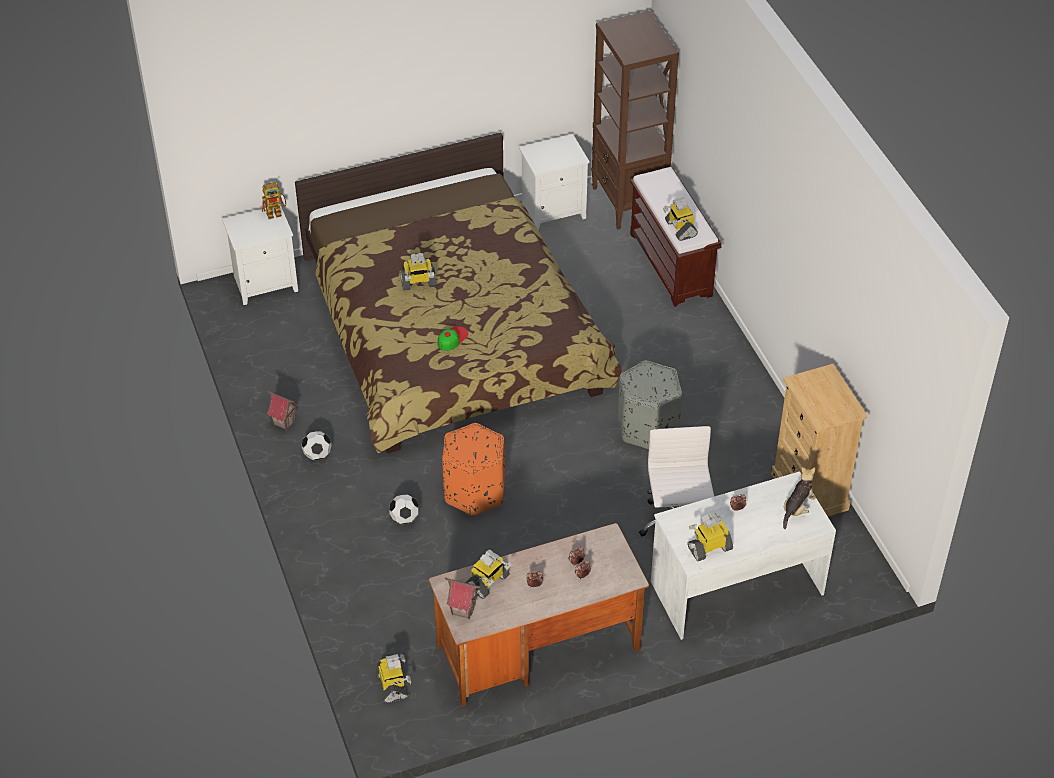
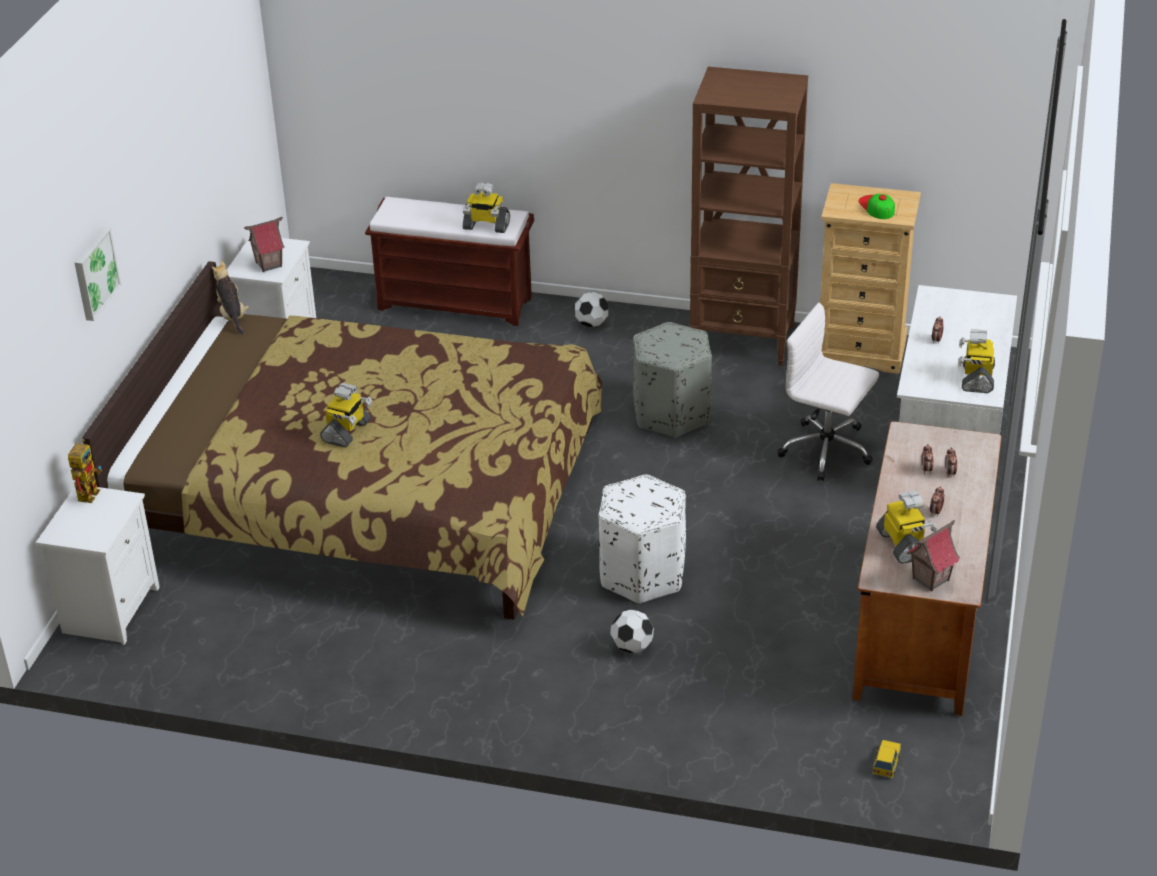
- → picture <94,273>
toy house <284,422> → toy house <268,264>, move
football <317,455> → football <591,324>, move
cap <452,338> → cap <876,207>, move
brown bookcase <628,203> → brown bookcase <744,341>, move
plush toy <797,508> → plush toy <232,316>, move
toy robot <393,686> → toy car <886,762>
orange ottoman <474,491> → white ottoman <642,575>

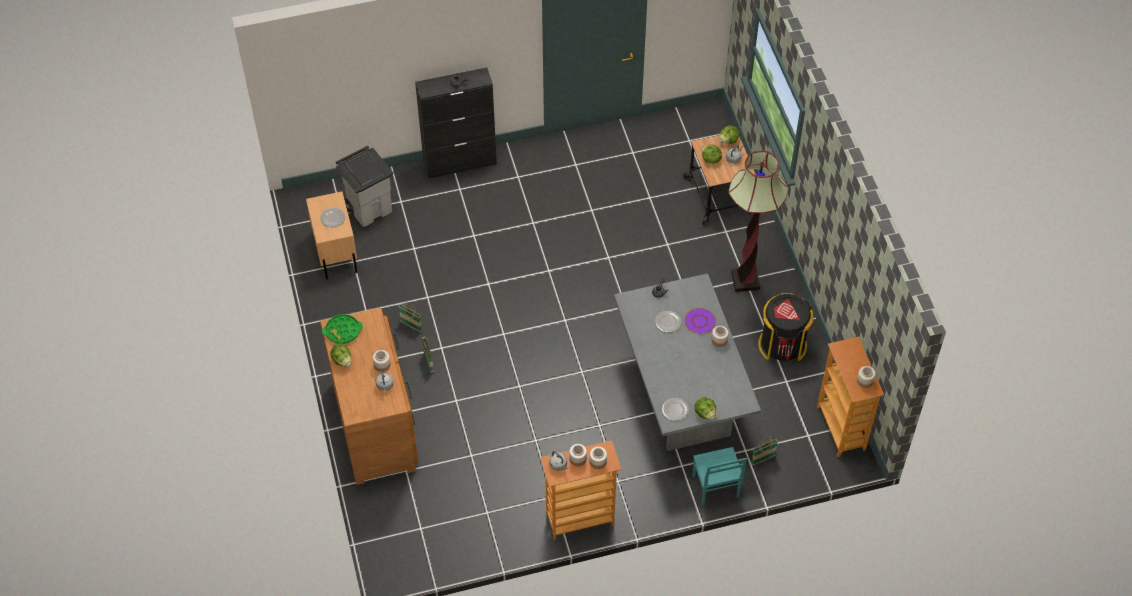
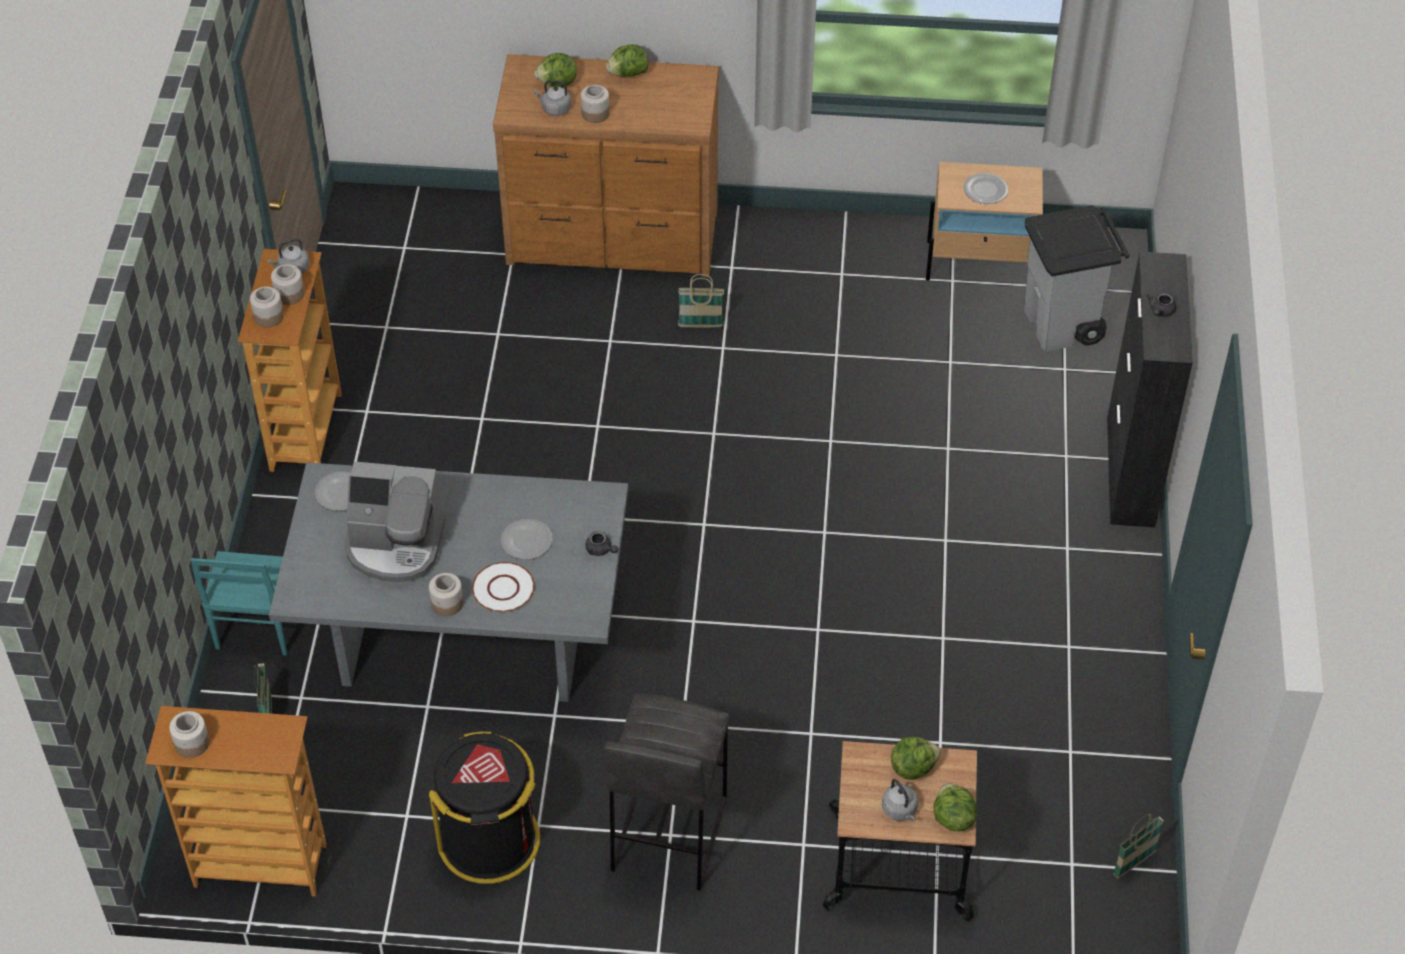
green tray <343,331> → -
- → coffee machine <395,546>
basket <411,326> → basket <1134,863>, move
lettuce <705,413> → lettuce <558,84>, move
floor lamp <745,280> → grey stool <667,834>
purple plate <700,321> → white plate <503,589>
turquoise chair <715,487> → turquoise chair <256,628>, 90 degrees counterclockwise

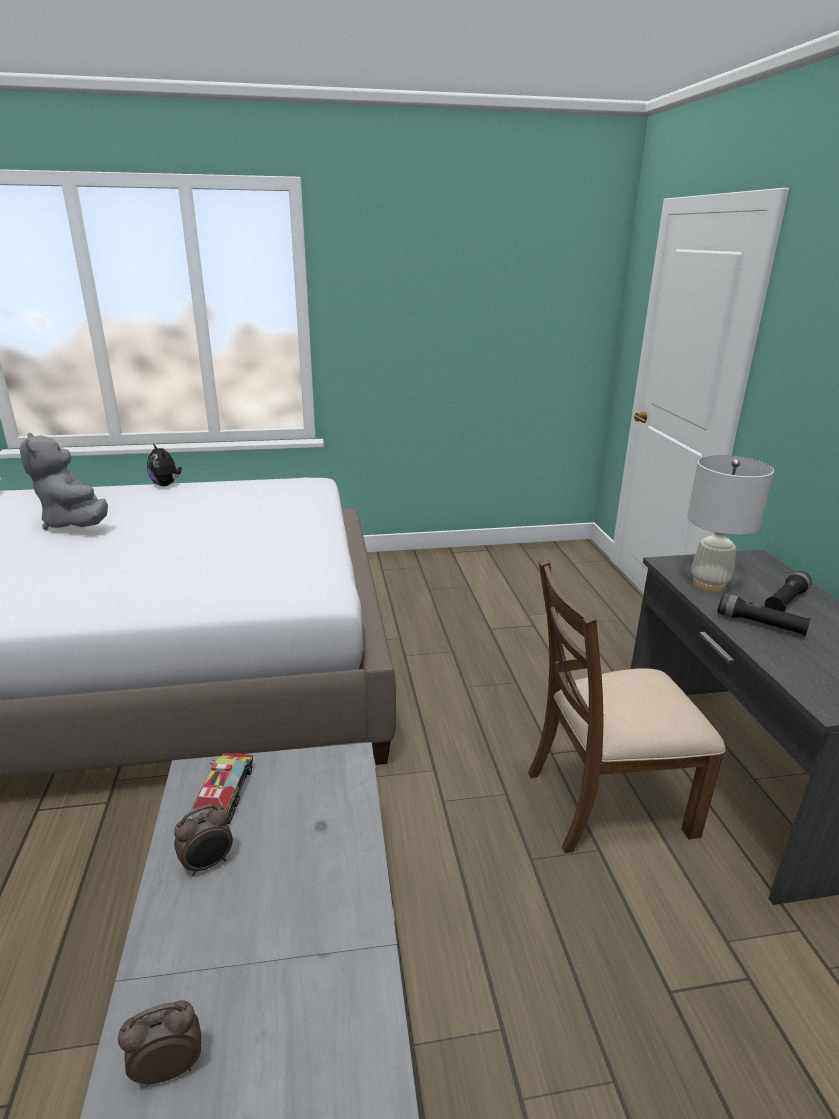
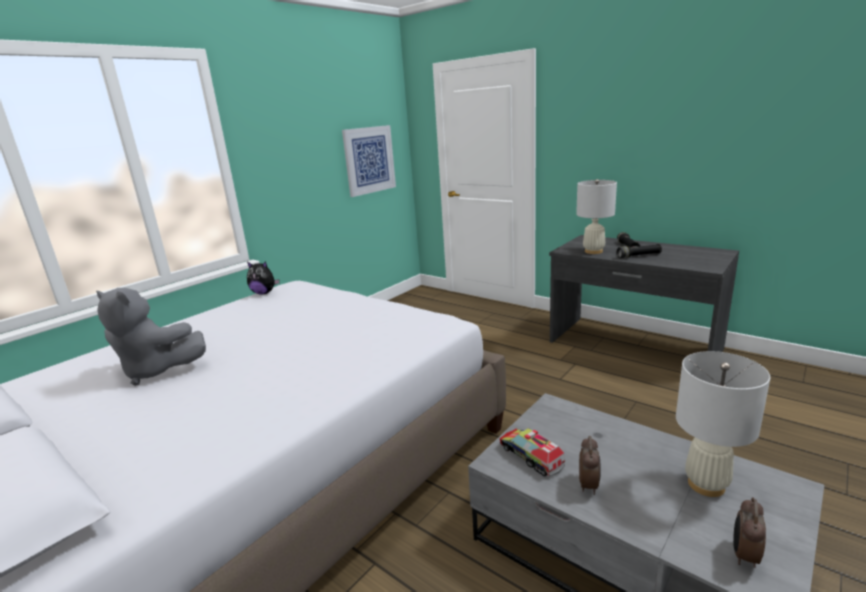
brown chair <606,801> → -
- → picture <369,160>
- → white table lamp <706,484>
plush toy <166,485> → plush toy <264,293>, move

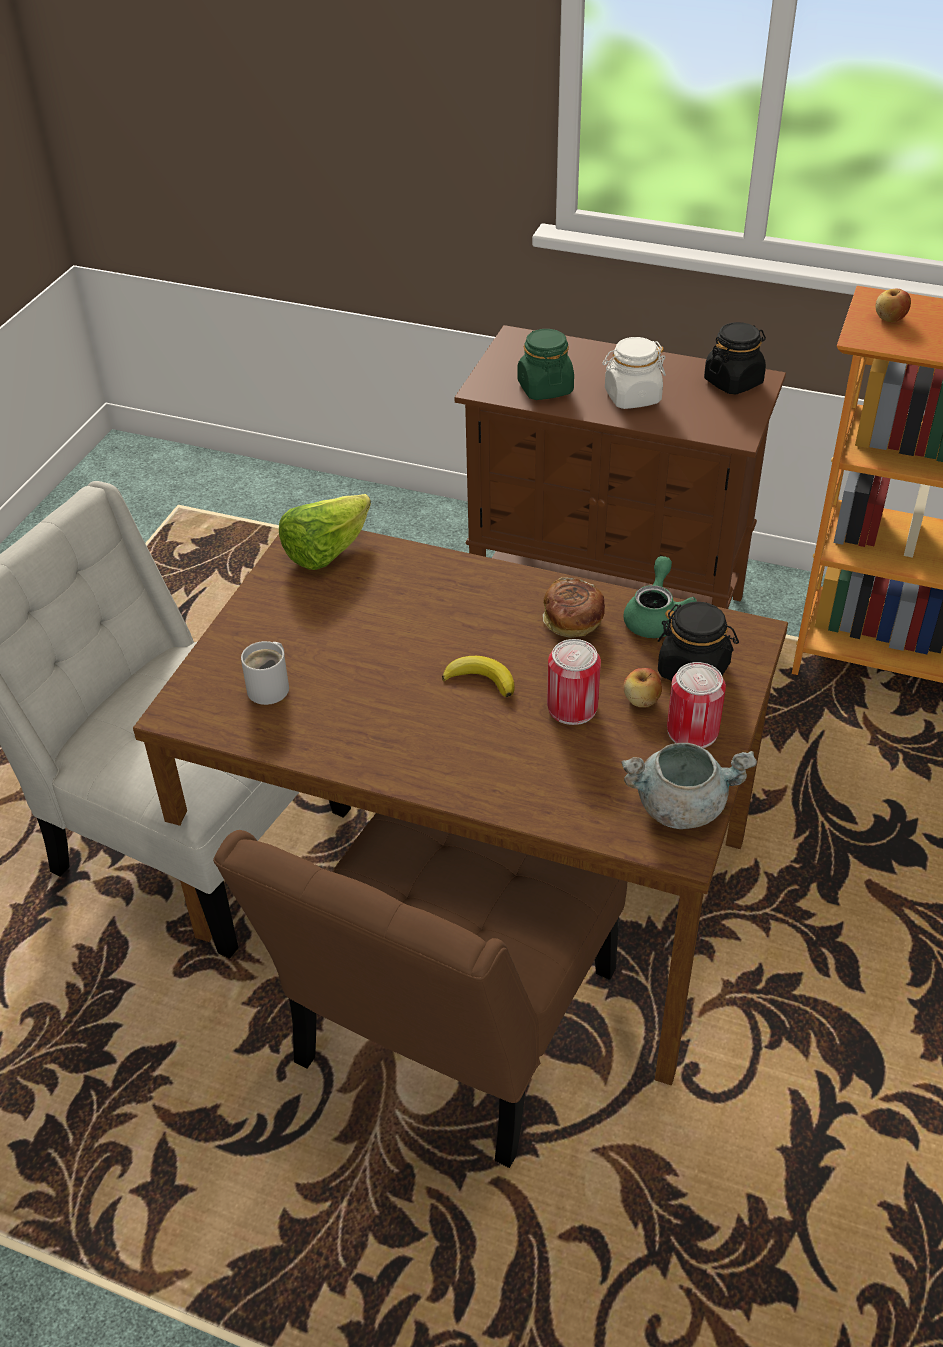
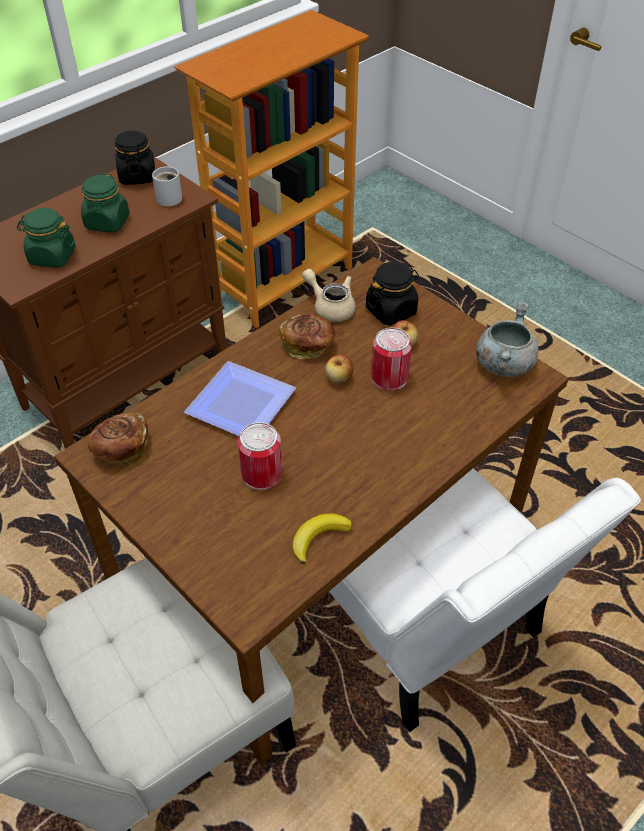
- → plate <240,401>
white mug <271,687> → white mug <168,197>, move
banana <481,680> → banana <318,538>, move
can <692,731> → can <261,474>, move
apple <890,319> → apple <339,379>, move
lettuce <326,551> → bread <121,449>
brown chair <447,1032> → white chair <427,625>
white jar <632,397> → green jar <107,222>
green teapot <655,617> → beige teapot <330,307>

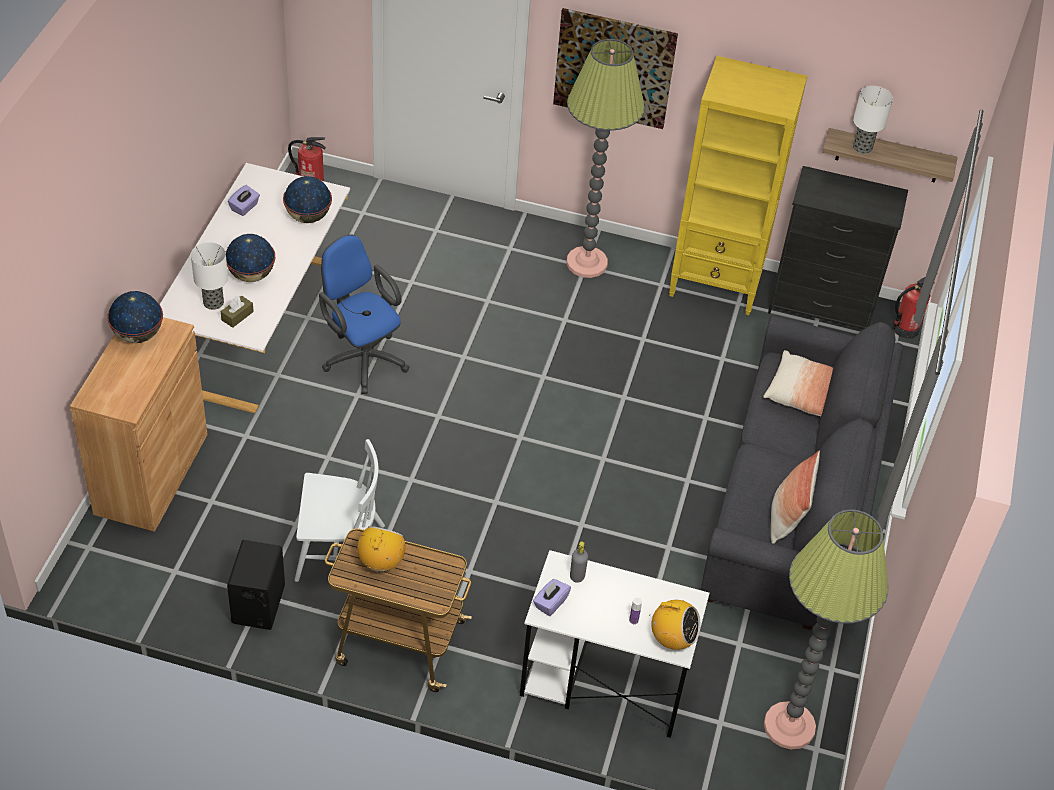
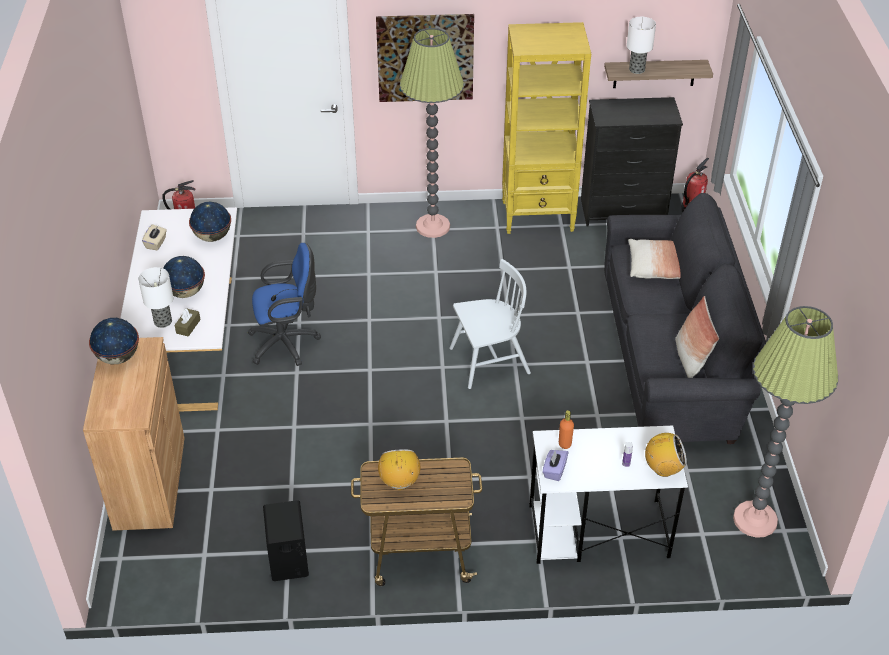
white chair <339,552> → white chair <489,361>, move
purple tissue box <244,207> → beige tissue box <156,243>
grey bottle <577,576> → orange bottle <565,444>
blue office chair <362,358> → blue office chair <287,343>, 135 degrees clockwise

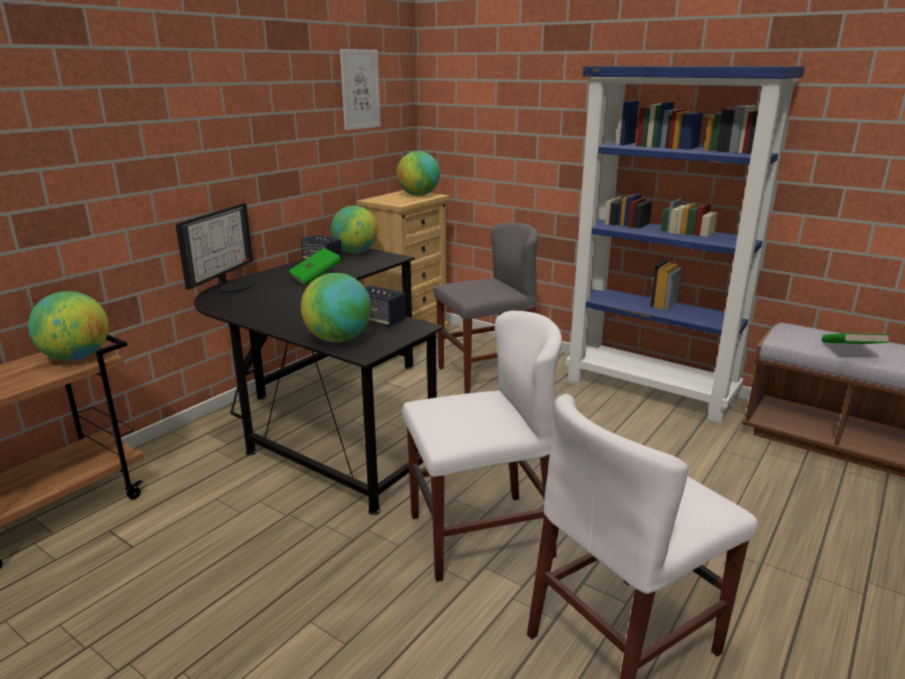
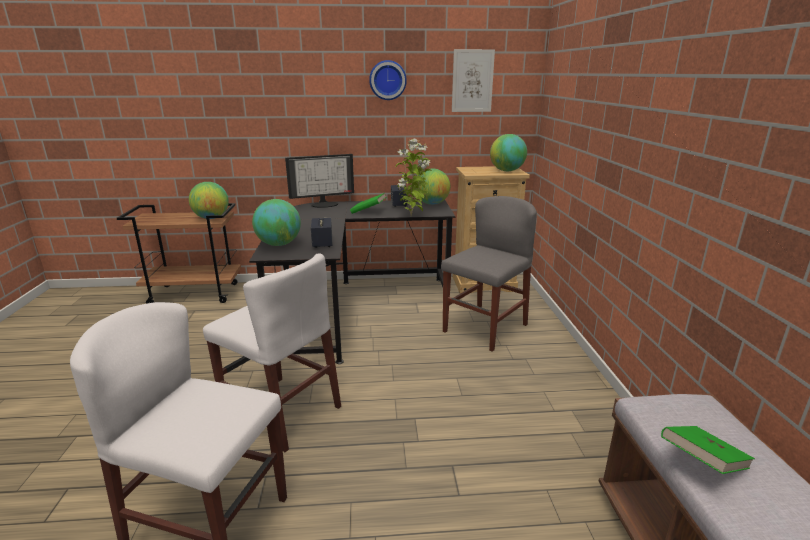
blue bookcase <650,390> → -
- → wall clock <387,80>
- → potted plant <412,216>
grey chair <486,373> → grey chair <485,328>, 75 degrees counterclockwise

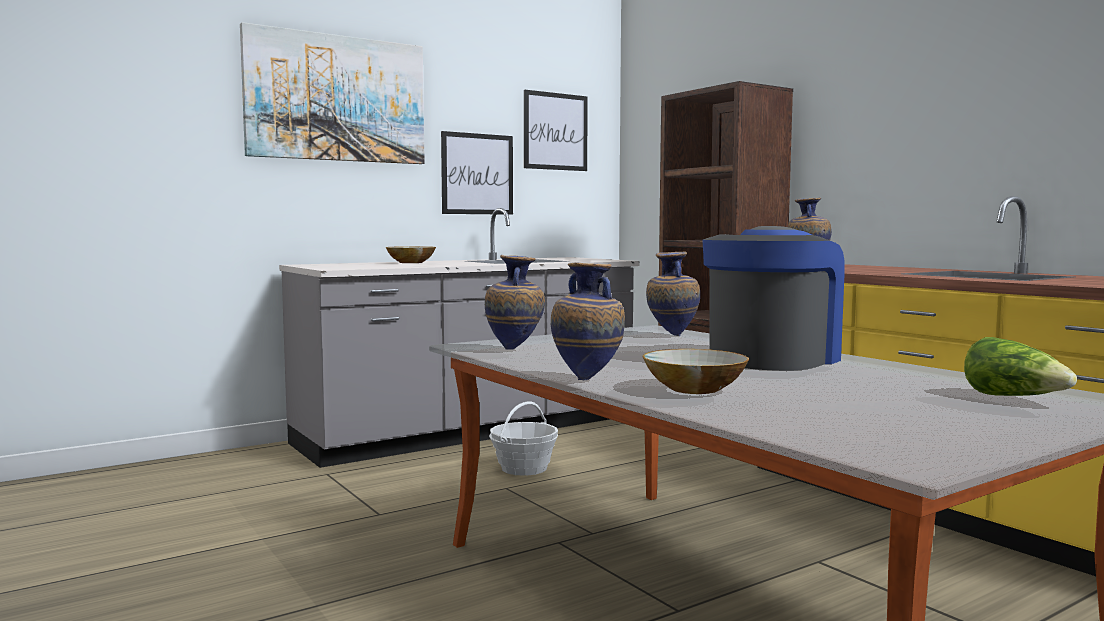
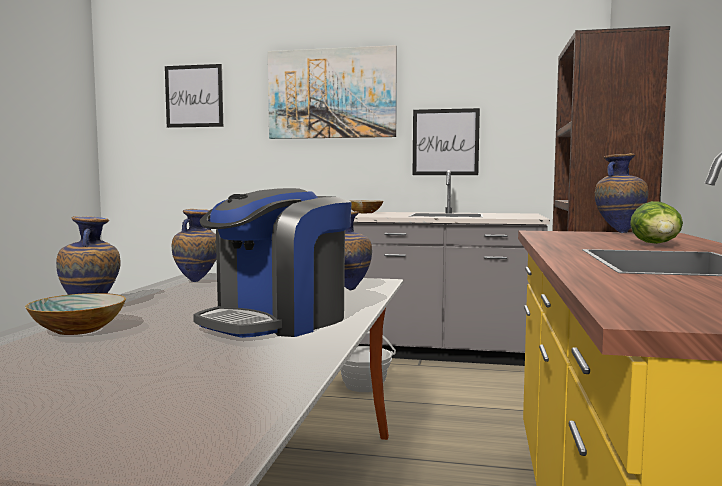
picture <555,131> → picture <194,96>, move
lettuce <1014,398> → lettuce <657,244>, move
coffee machine <773,358> → coffee machine <277,321>, 135 degrees clockwise

